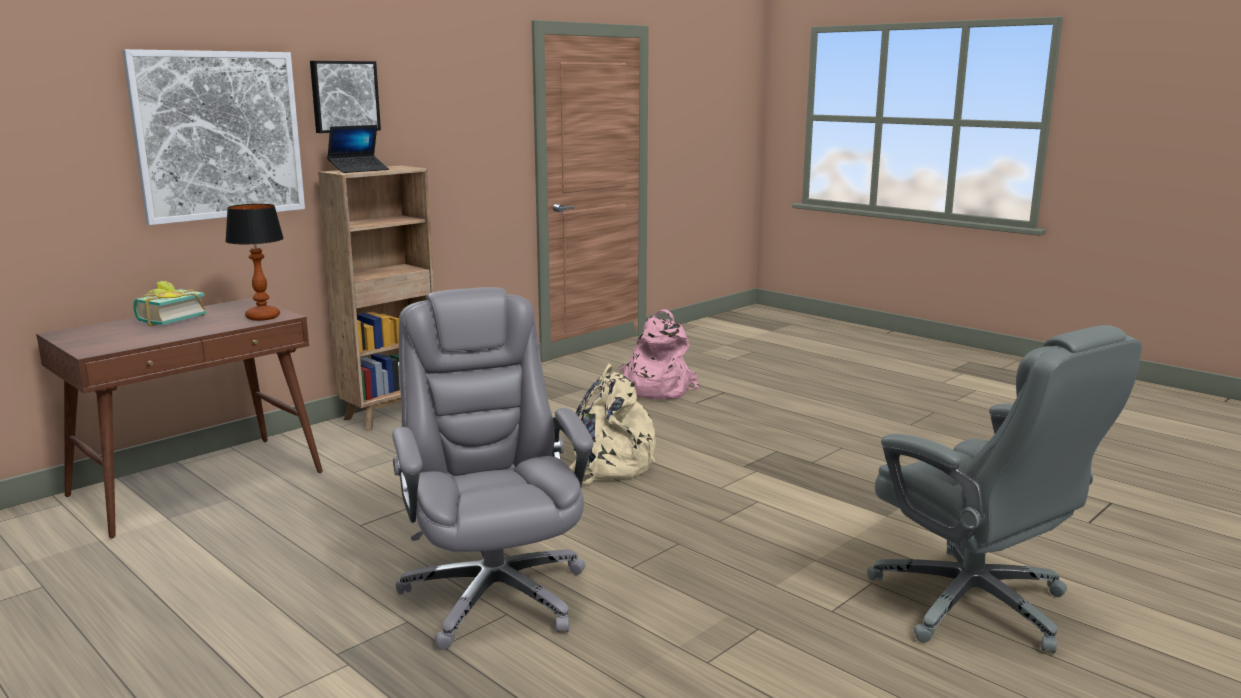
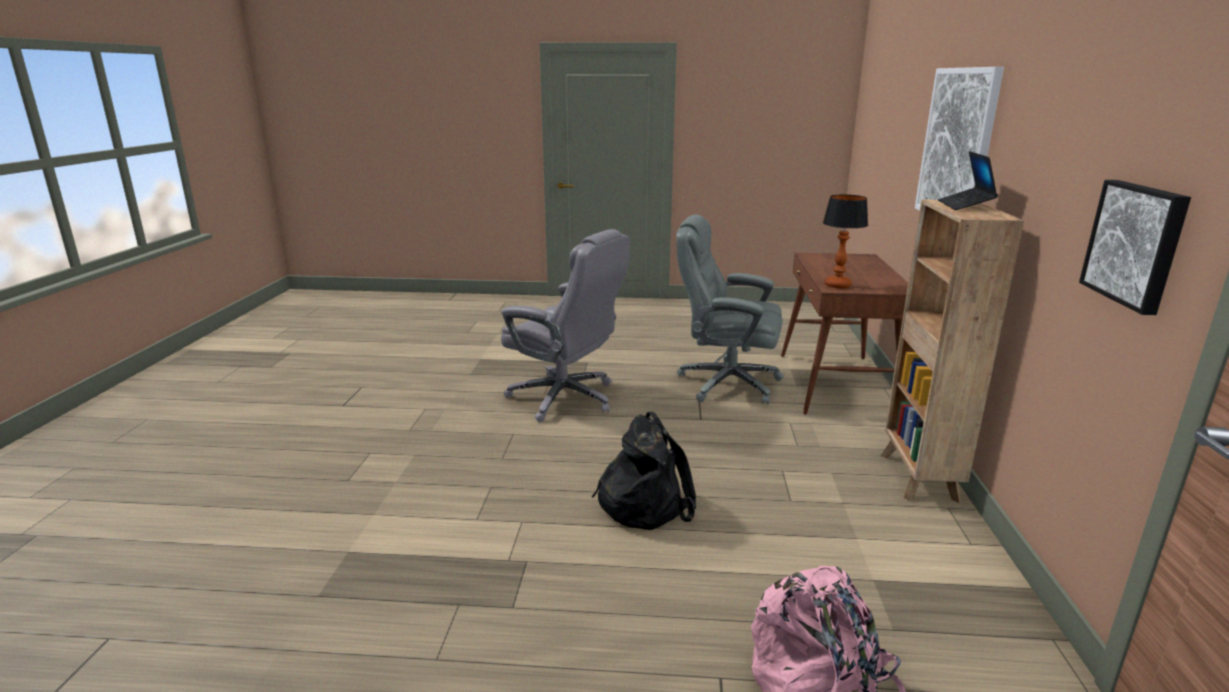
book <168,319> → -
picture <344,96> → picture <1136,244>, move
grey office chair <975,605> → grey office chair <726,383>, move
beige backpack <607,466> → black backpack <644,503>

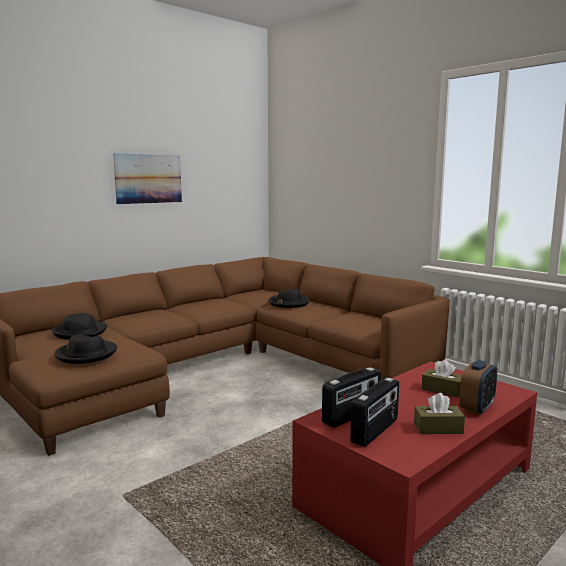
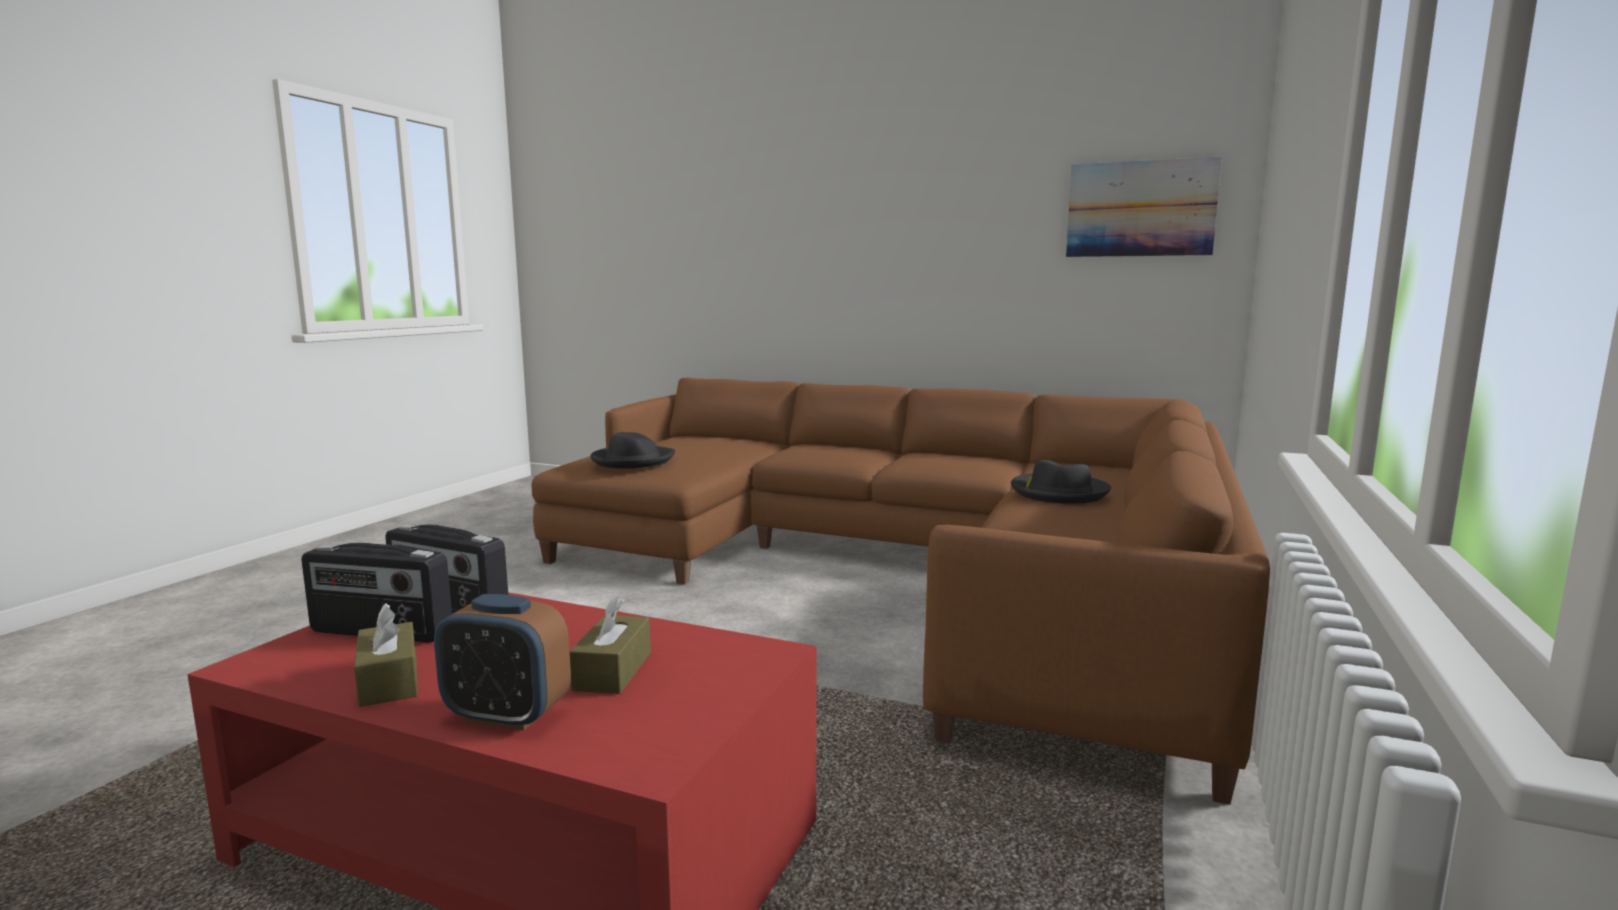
black hat <80,332> → -
picture <148,179> → picture <1140,209>, move

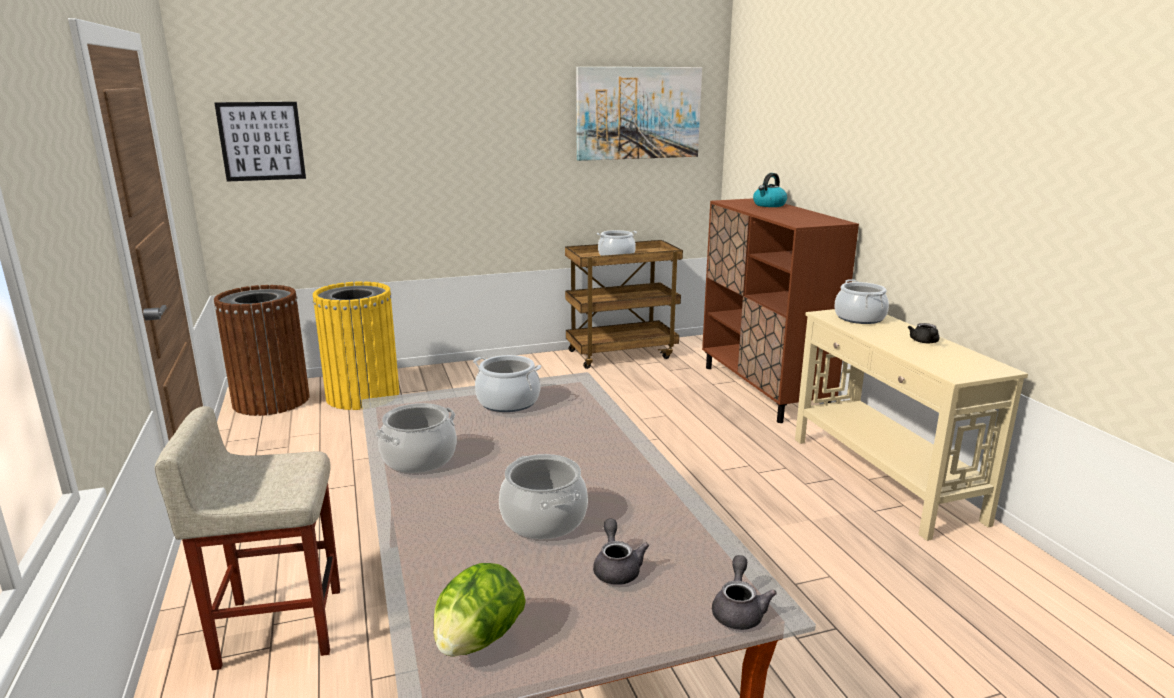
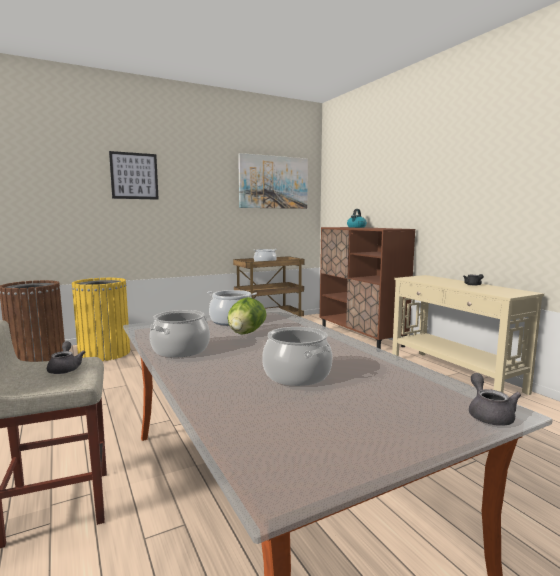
cooking pot <859,318> → -
picture <261,141> → picture <134,176>, move
lettuce <478,640> → lettuce <246,333>, move
grey teapot <616,568> → grey teapot <65,368>, move

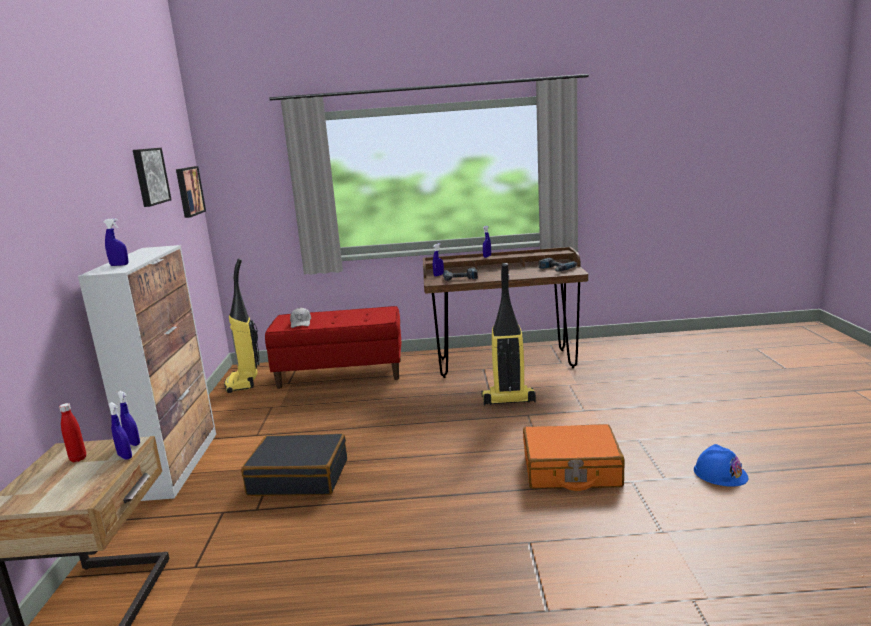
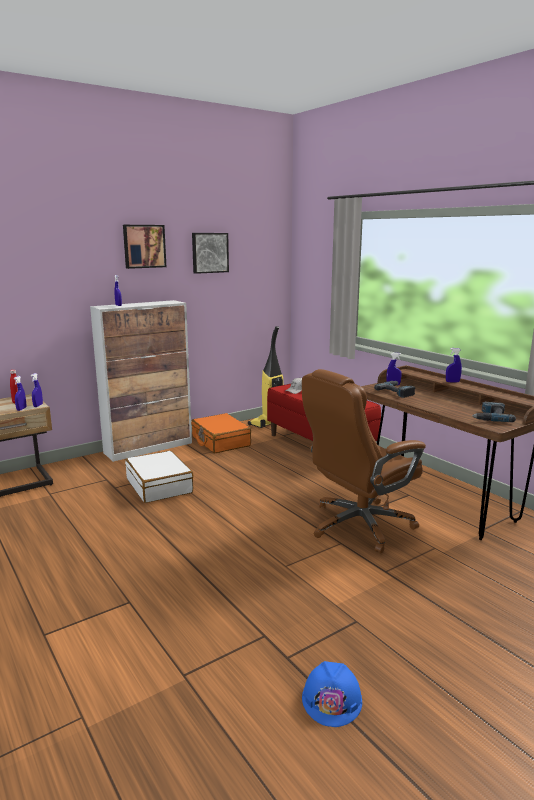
picture <188,191> → picture <144,246>, move
orange suitcase <571,470> → orange suitcase <220,441>, move
vacuum cleaner <508,400> → brown office chair <358,525>
black suitcase <299,477> → white suitcase <159,486>

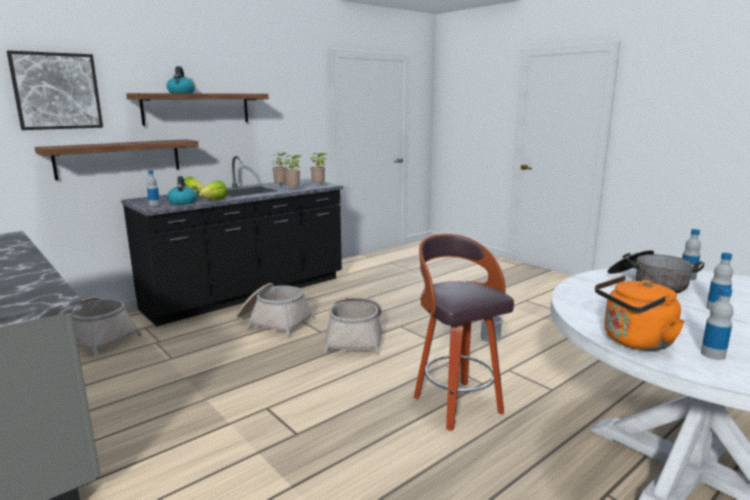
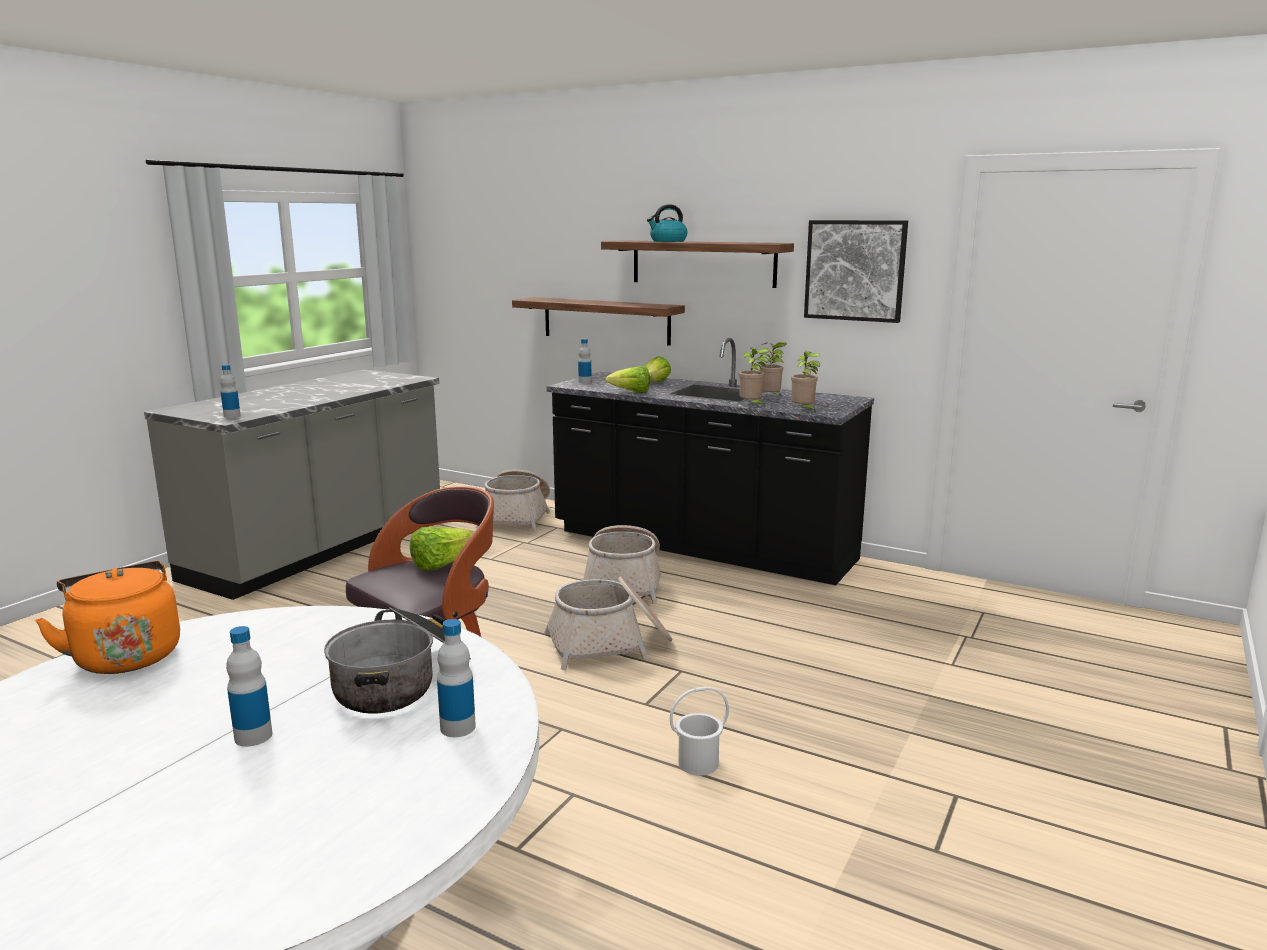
kettle <182,202> → -
- → lettuce <442,565>
picture <57,91> → picture <855,270>, move
bottle <713,354> → bottle <232,416>, move

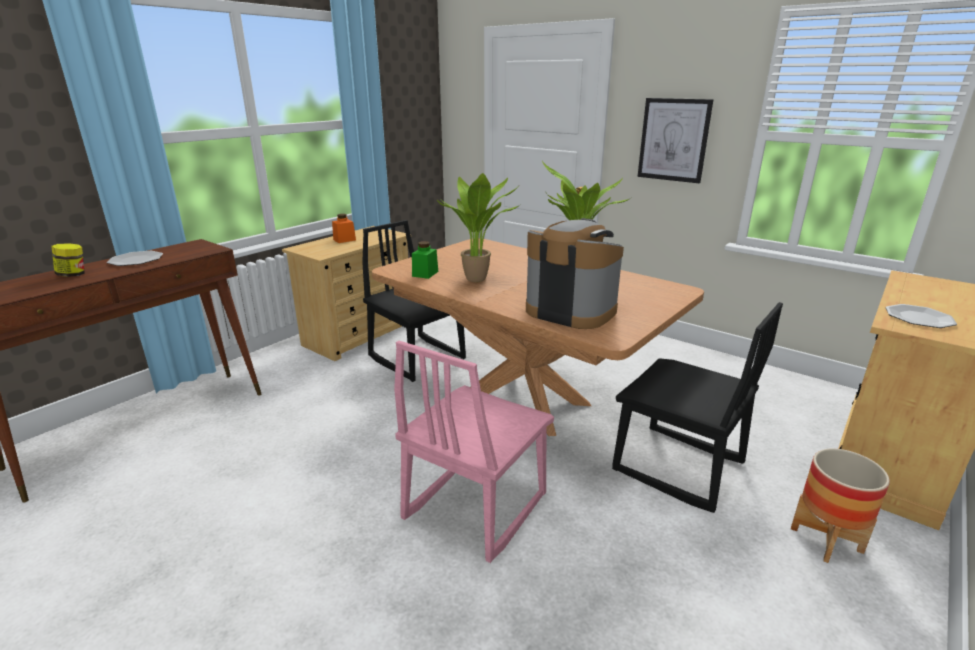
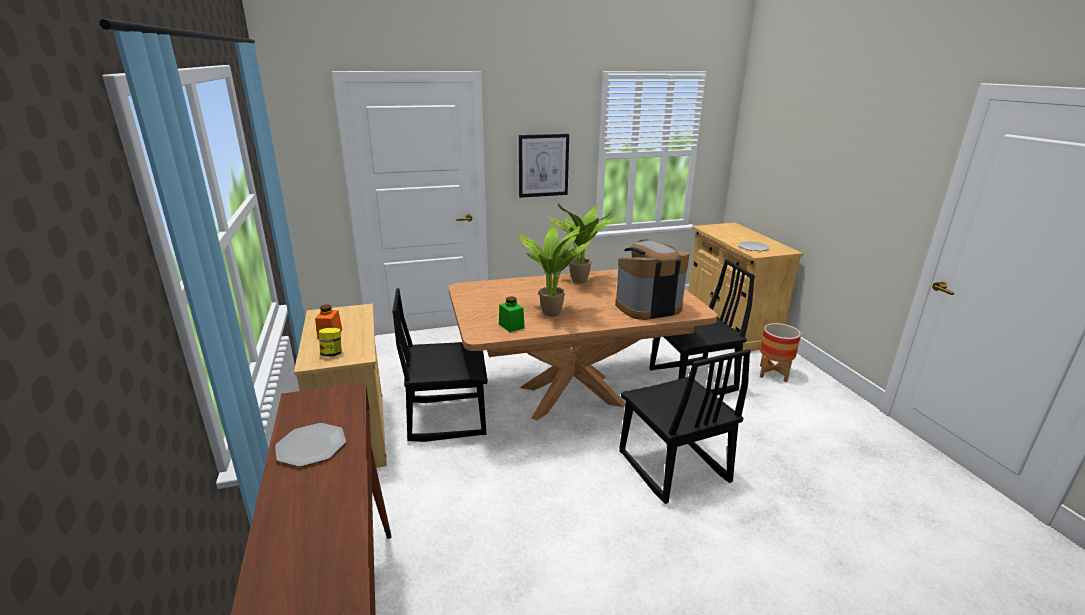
jar <73,275> → jar <332,354>, move
pink chair <474,506> → black chair <672,467>

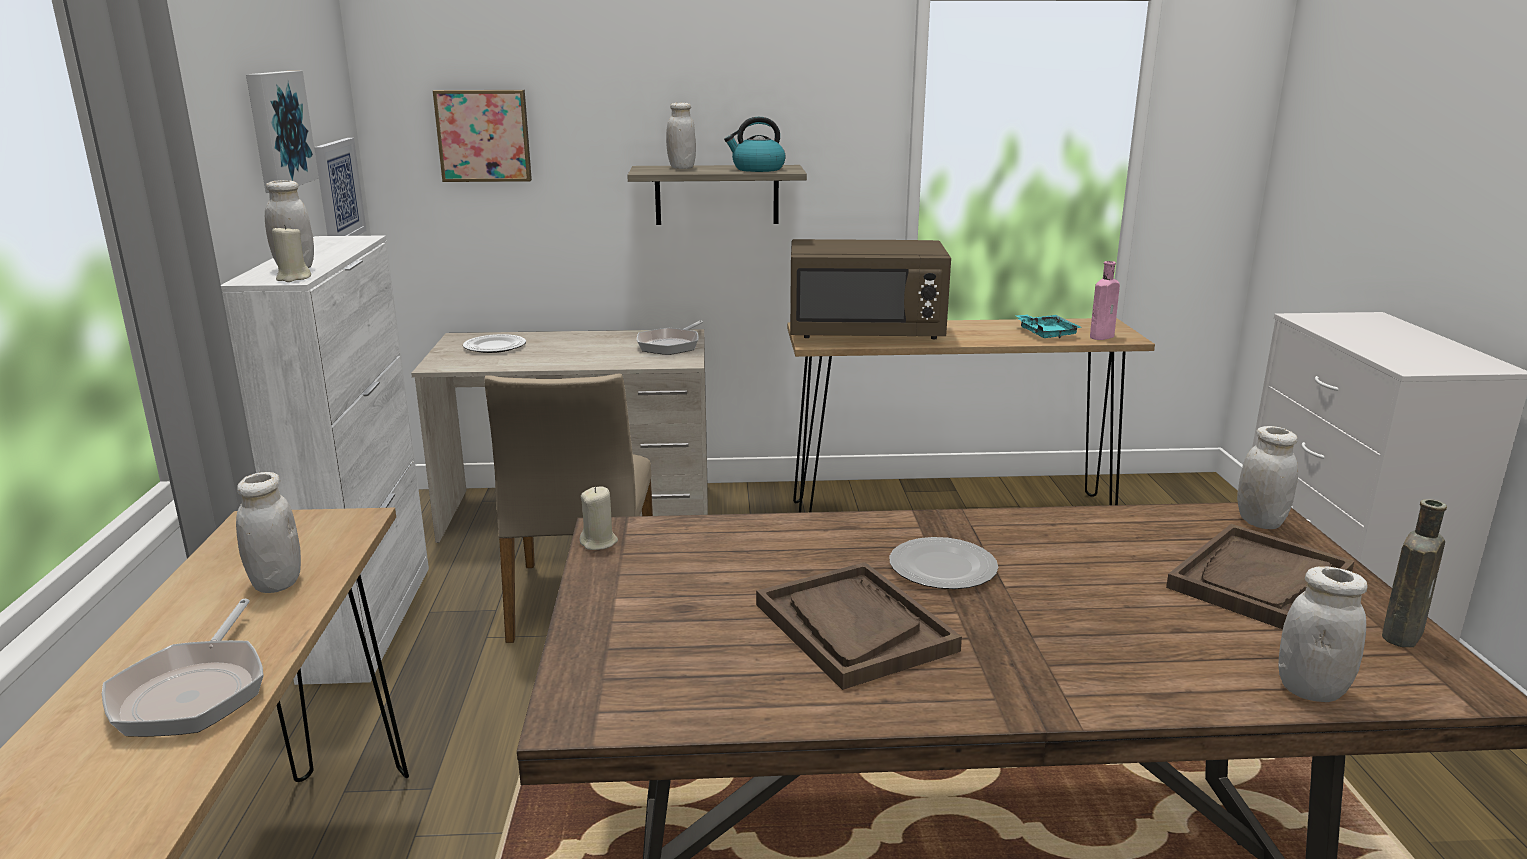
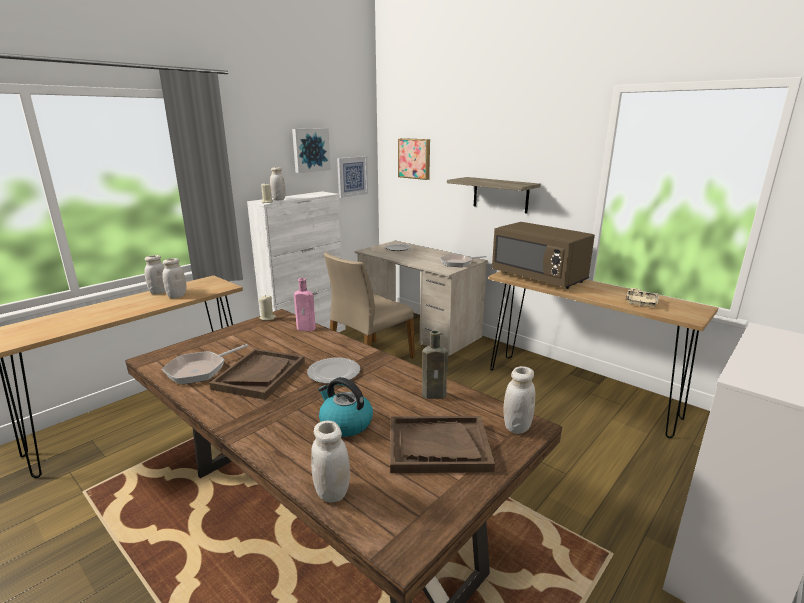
frying pan <194,691> → frying pan <200,370>, move
white jar <681,168> → white jar <159,292>, move
kettle <757,169> → kettle <345,423>, move
pink bottle <1102,336> → pink bottle <307,328>, move
brown bottle <1402,633> → brown bottle <435,394>, move
turquoise tray <1046,333> → beige tray <640,302>

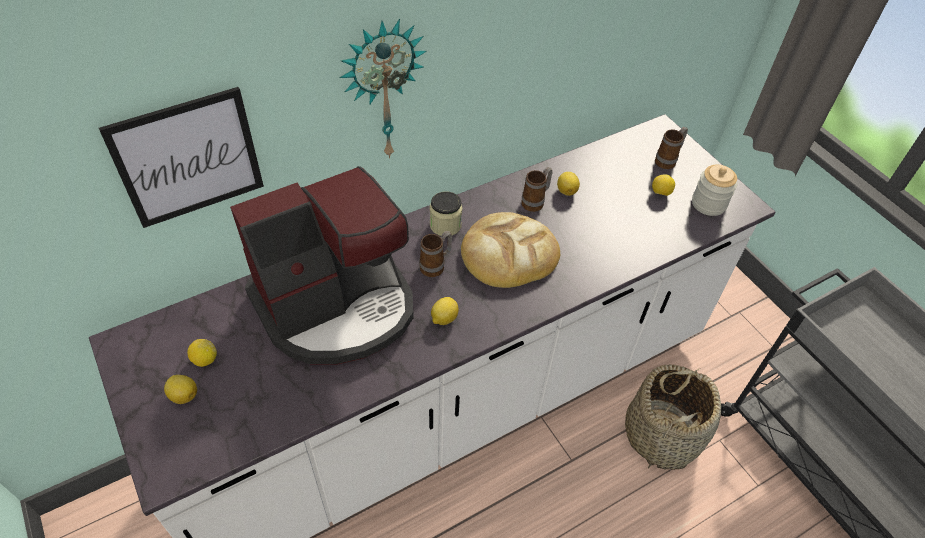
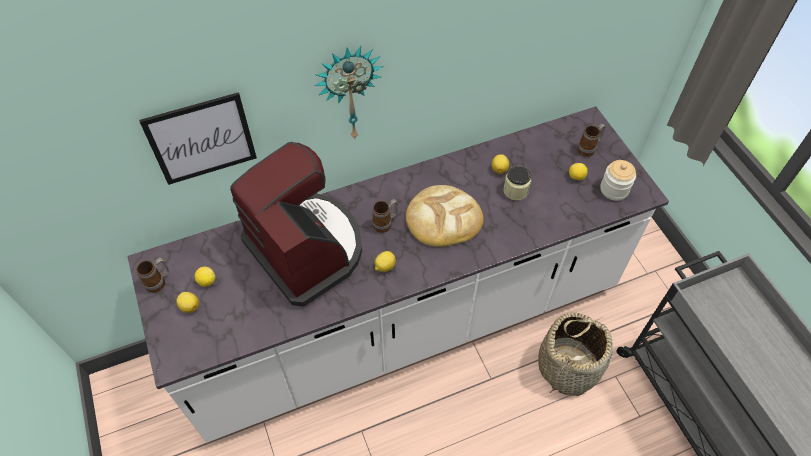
jar <445,225> → jar <515,191>, move
mug <536,202> → mug <159,282>, move
coffee machine <337,306> → coffee machine <306,249>, 105 degrees counterclockwise

